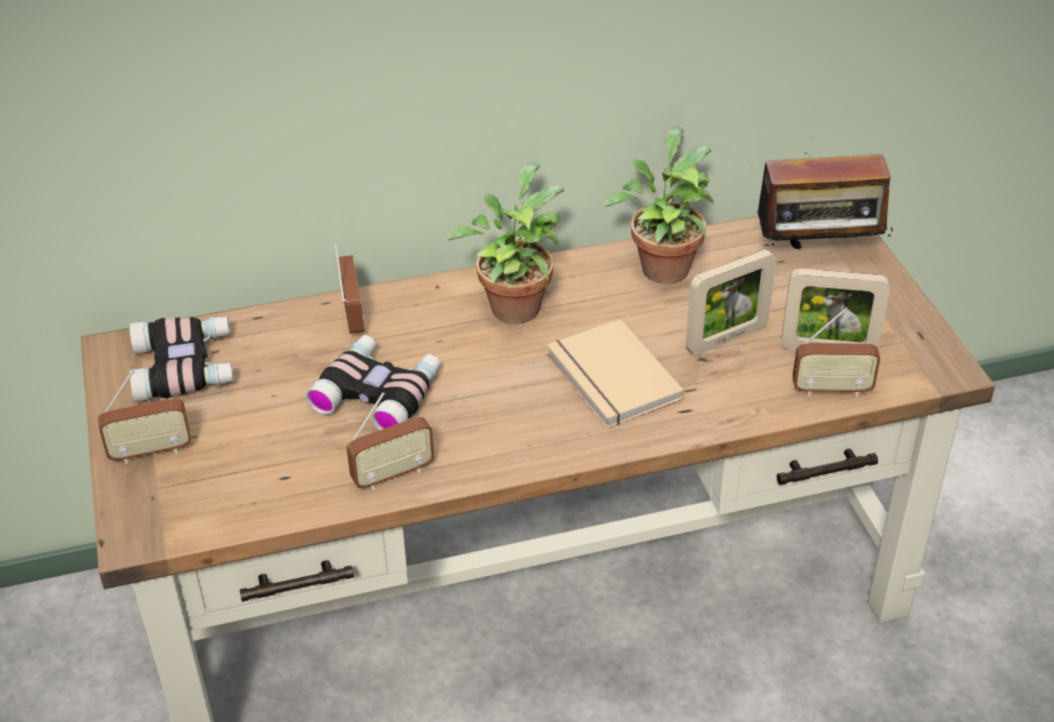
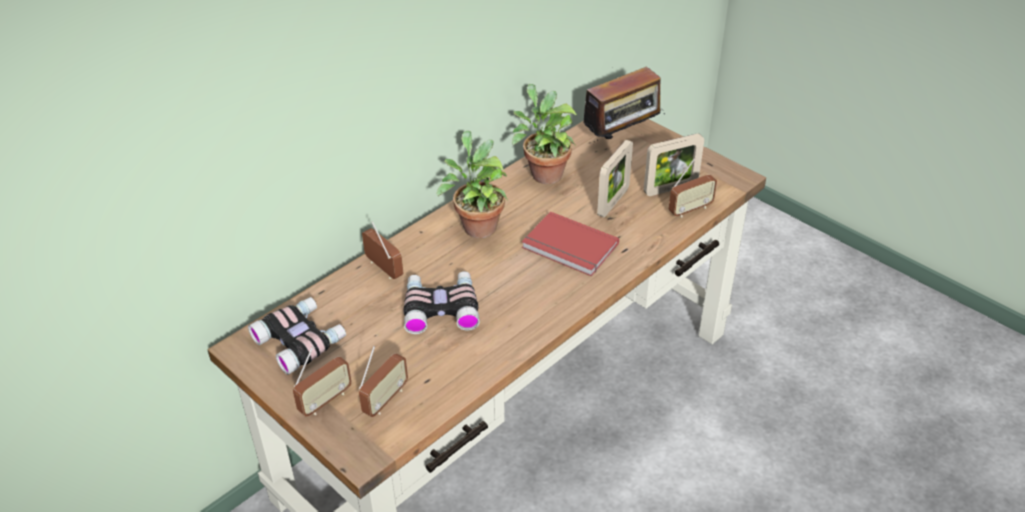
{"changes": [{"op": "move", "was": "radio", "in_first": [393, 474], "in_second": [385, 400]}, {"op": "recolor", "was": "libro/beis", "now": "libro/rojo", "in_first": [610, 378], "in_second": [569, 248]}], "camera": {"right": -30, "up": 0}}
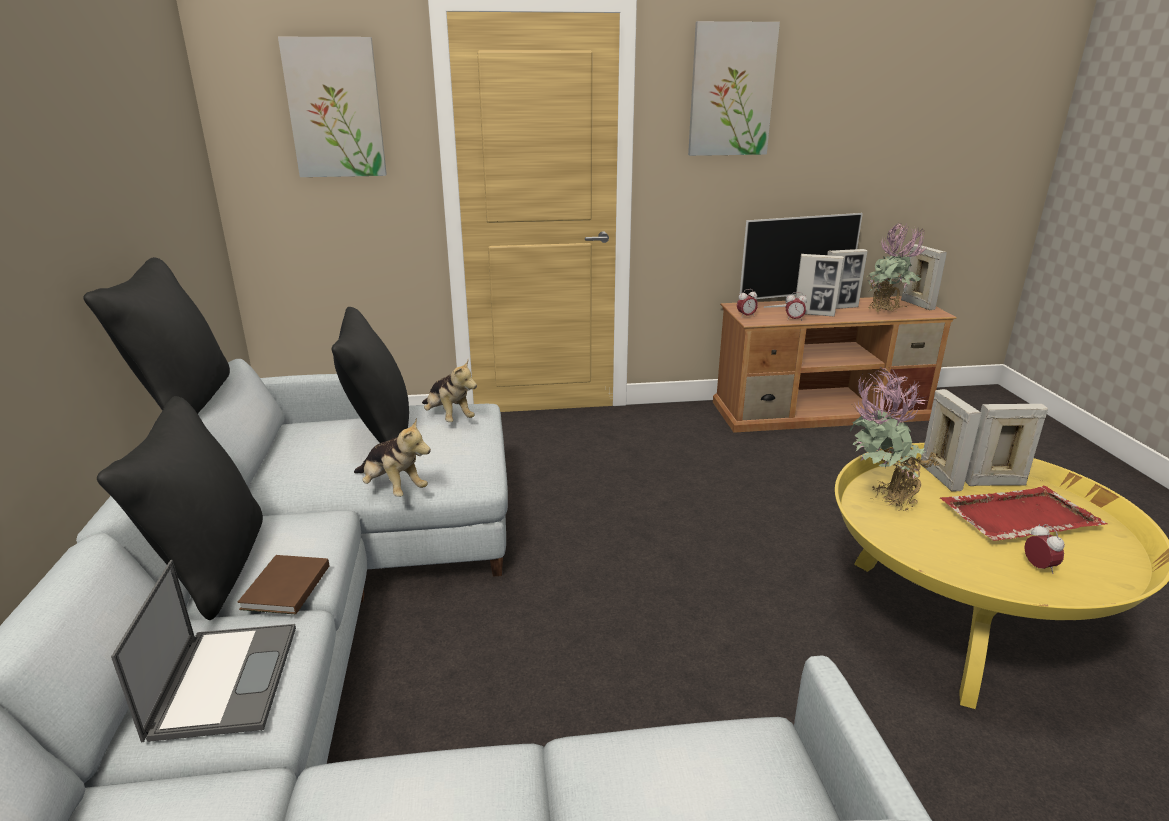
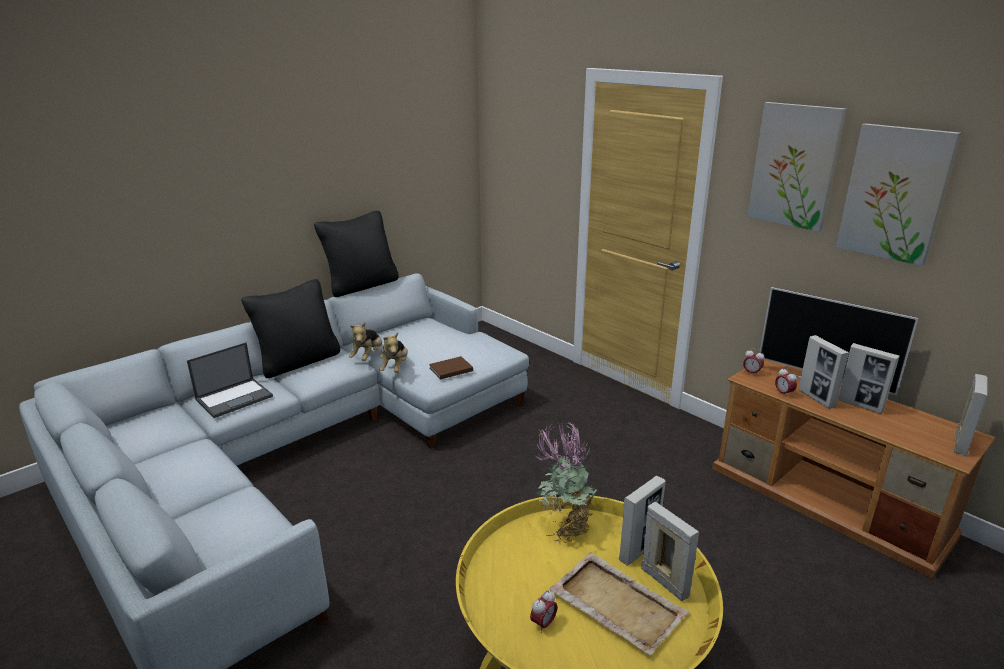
{"changes": [{"op": "move", "was": "peluche", "in_first": [448, 417], "in_second": [368, 356]}, {"op": "move", "was": "libro/marrón", "in_first": [284, 588], "in_second": [449, 369]}, {"op": "recolor", "was": "bandeja/rojo", "now": "bandeja/beis", "in_first": [1017, 517], "in_second": [616, 603]}, {"op": "move", "was": "cuadro", "in_first": [335, 108], "in_second": [894, 193]}, {"op": "delete", "was": "cojín/negro", "in_first": [380, 434]}, {"op": "delete", "was": "planta en maceta", "in_first": [887, 313]}], "camera": {"right": 55, "up": 0}}
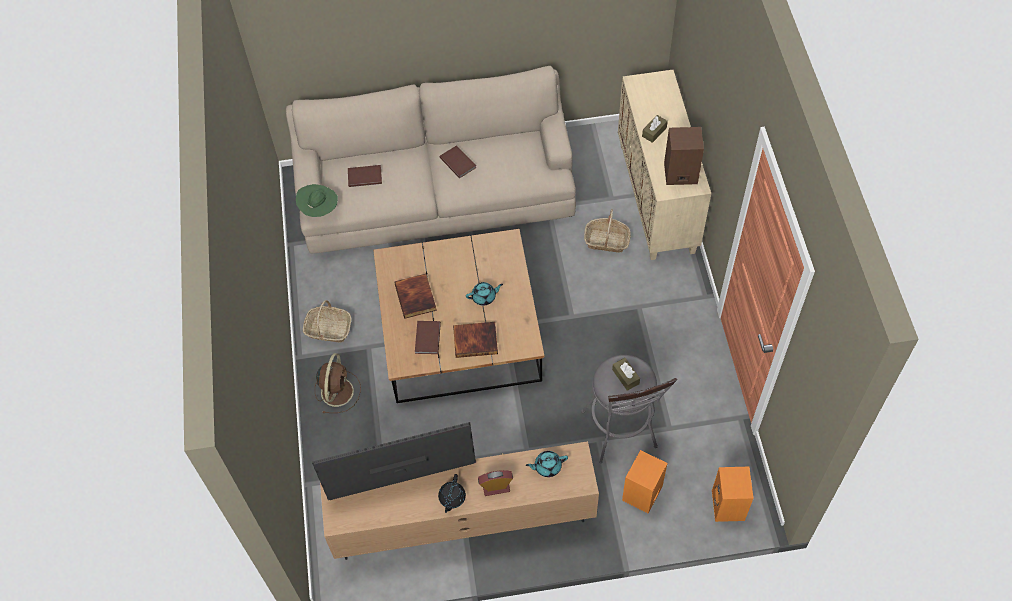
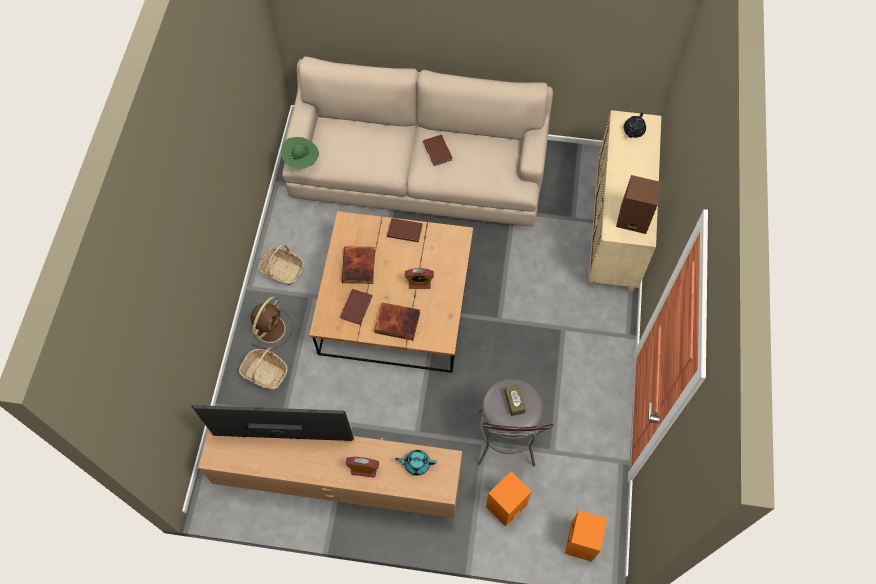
{"changes": [{"op": "move", "was": "cesta", "in_first": [606, 241], "in_second": [265, 373]}, {"op": "move", "was": "libro/marrón", "in_first": [364, 176], "in_second": [404, 230]}, {"op": "replace", "was": "tetera/turquesa", "now": "despertador", "in_first": [484, 297], "in_second": [419, 283]}, {"op": "move", "was": "tetera/negro", "in_first": [452, 498], "in_second": [633, 131]}, {"op": "delete", "was": "caja de pañuelos/marrón", "in_first": [654, 132]}], "camera": {"right": 15, "up": 5}}
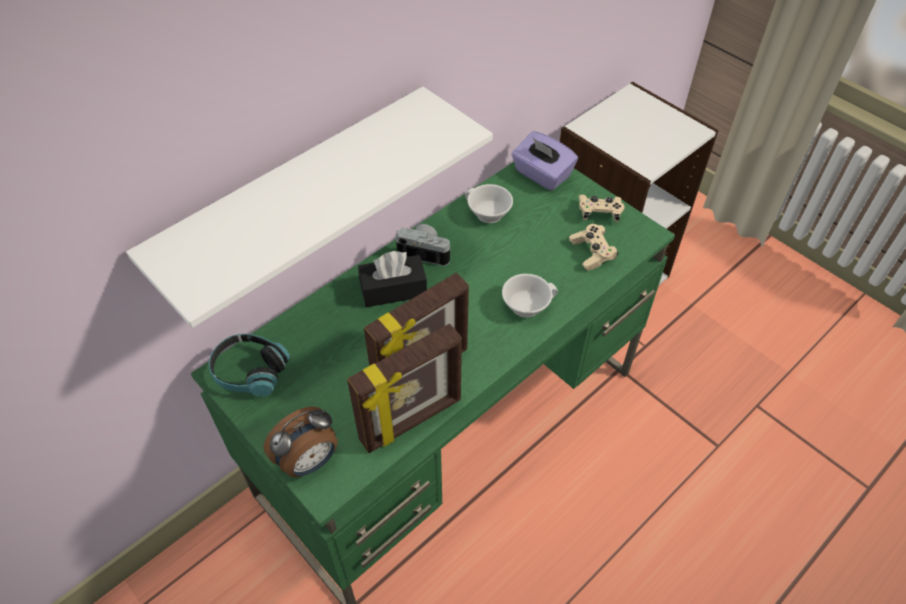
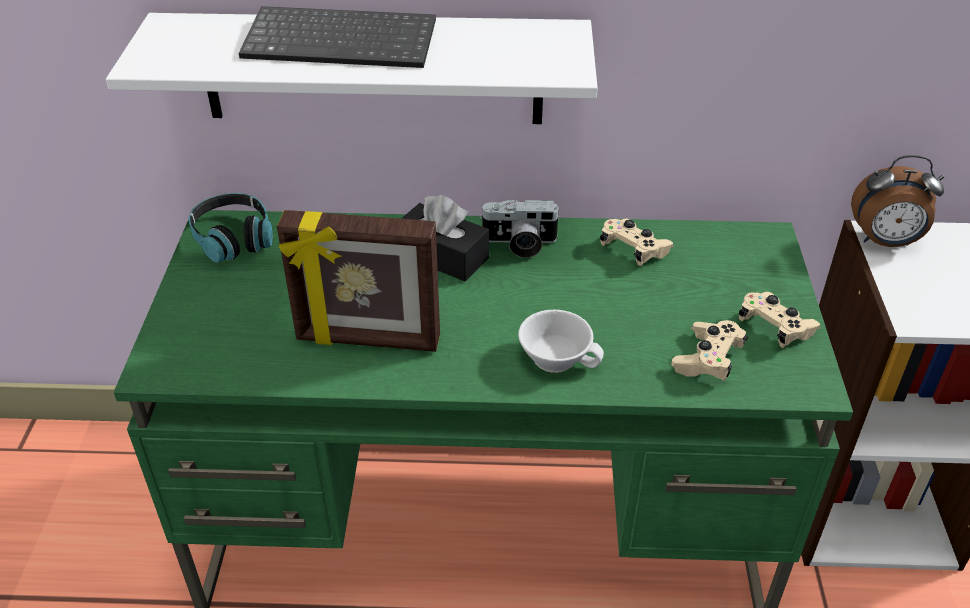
{"changes": [{"op": "insert", "now": "teclado", "in_second": [343, 41]}, {"op": "rotate", "was": "cámara", "in_first": [425, 252], "in_second": [519, 244], "clockwise": 120}, {"op": "replace", "was": "taza/blanco", "now": "mando de consola/beis", "in_first": [487, 214], "in_second": [633, 250]}, {"op": "move", "was": "despertador", "in_first": [309, 461], "in_second": [884, 242]}, {"op": "delete", "was": "portarretratos", "in_first": [411, 421]}, {"op": "delete", "was": "caja de pañuelos/morado", "in_first": [541, 175]}], "camera": {"right": 45, "up": -10}}
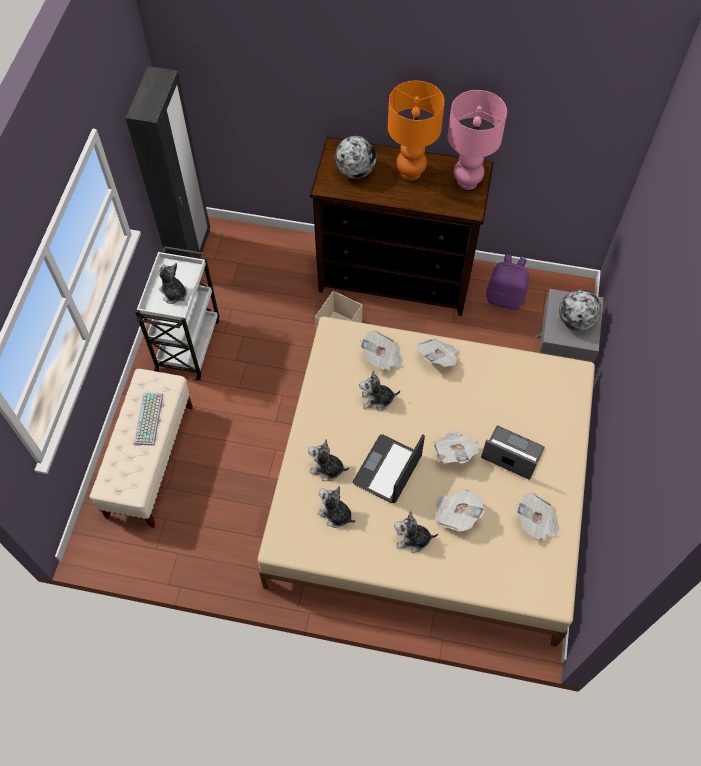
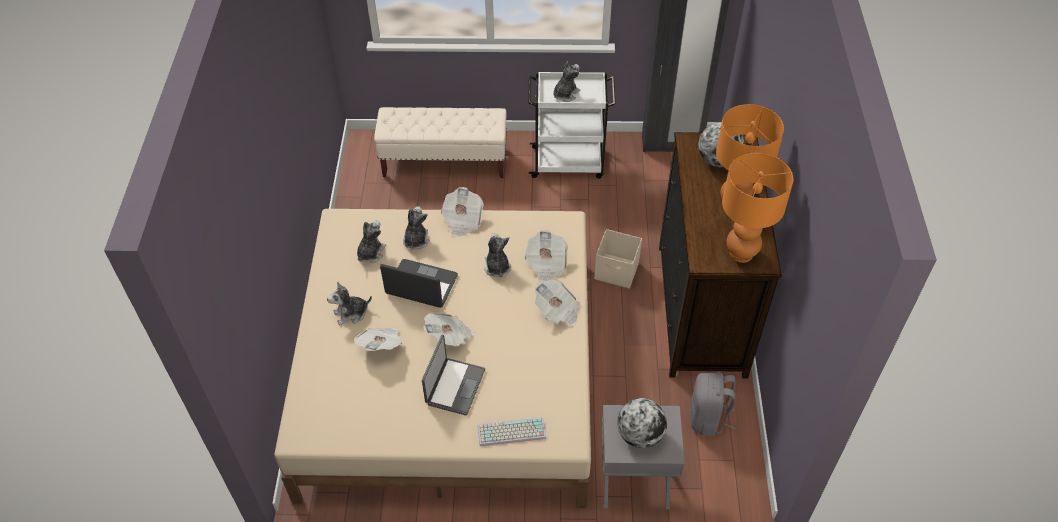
{"changes": [{"op": "rotate", "was": "peluche", "in_first": [412, 539], "in_second": [351, 313], "clockwise": -105}, {"op": "move", "was": "periódico", "in_first": [537, 522], "in_second": [462, 221]}, {"op": "move", "was": "teclado", "in_first": [149, 419], "in_second": [510, 433]}, {"op": "recolor", "was": "mochila/morado", "now": "mochila/gris", "in_first": [505, 298], "in_second": [708, 418]}, {"op": "recolor", "was": "lámpara de mesa/rosa", "now": "lámpara de mesa/naranja", "in_first": [467, 181], "in_second": [741, 253]}], "camera": {"right": 80, "up": -10}}
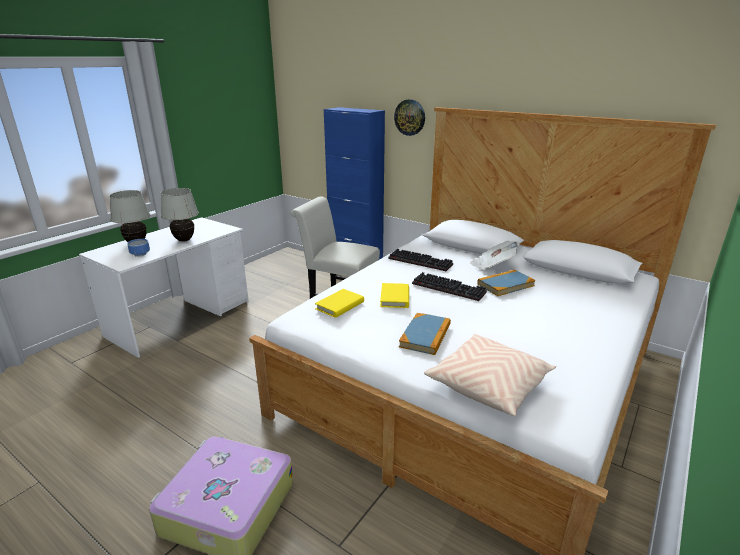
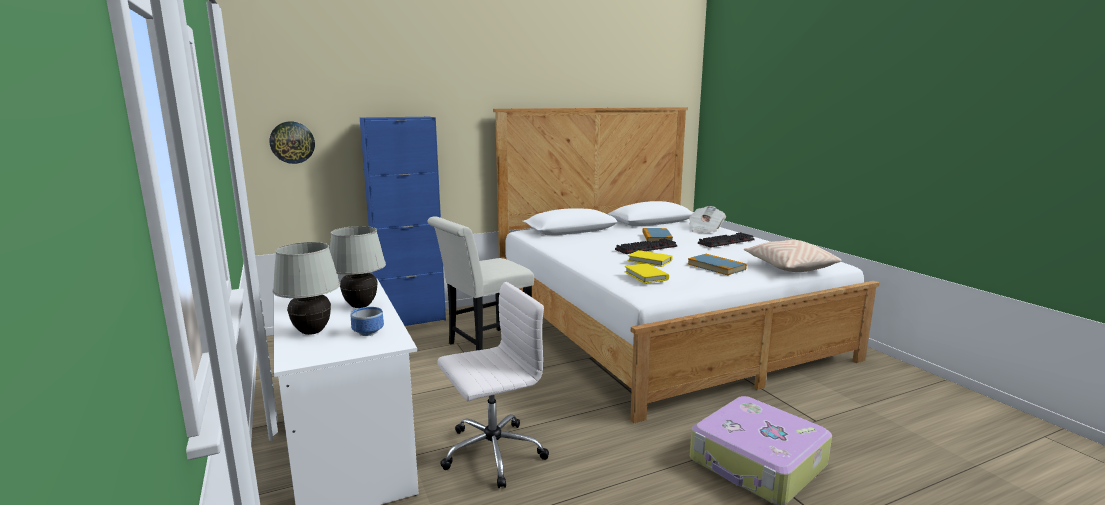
{"changes": [{"op": "move", "was": "reloj de pared", "in_first": [410, 117], "in_second": [292, 142]}, {"op": "insert", "now": "silla de oficina/blanco", "in_second": [491, 453]}, {"op": "move", "was": "periódico", "in_first": [492, 266], "in_second": [705, 230]}, {"op": "move", "was": "teclado", "in_first": [421, 261], "in_second": [726, 241]}], "camera": {"right": -60, "up": -10}}
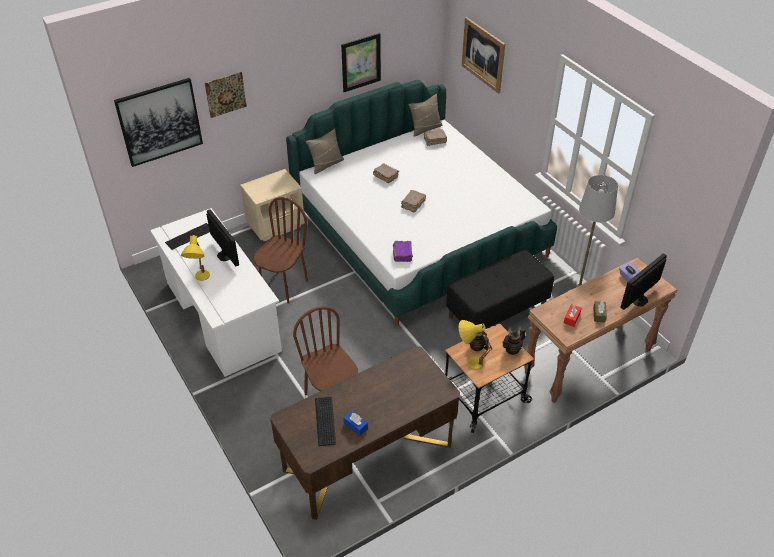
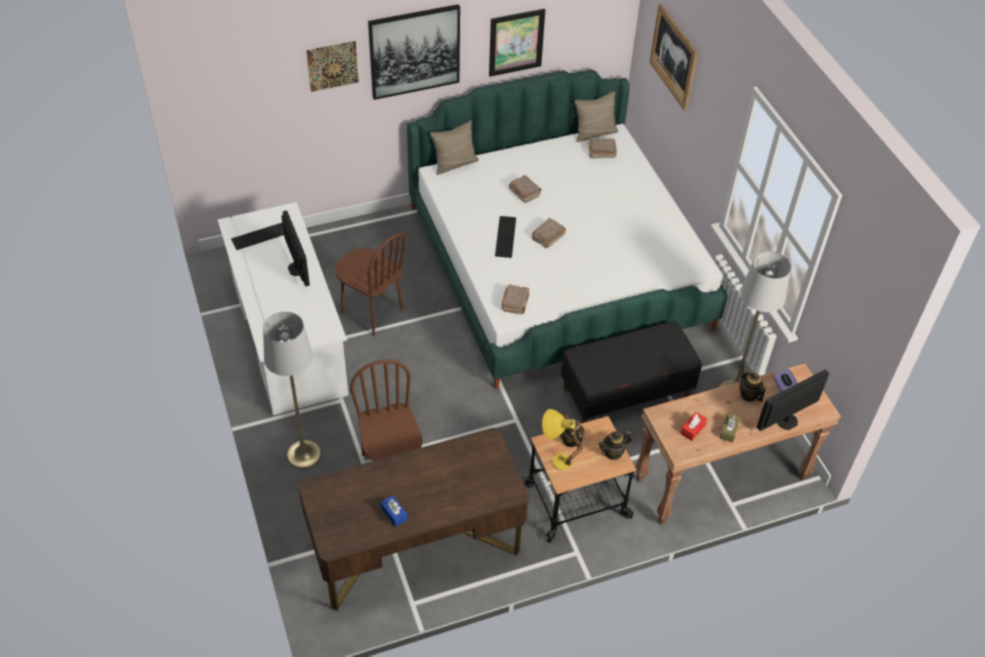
{"changes": [{"op": "insert", "now": "lámpara de pie/gris", "in_second": [304, 454]}, {"op": "rotate", "was": "silla/marrón", "in_first": [283, 286], "in_second": [371, 311], "clockwise": 90}, {"op": "move", "was": "cuadro", "in_first": [159, 122], "in_second": [414, 51]}, {"op": "move", "was": "teclado", "in_first": [324, 421], "in_second": [504, 237]}, {"op": "recolor", "was": "libro/morado", "now": "libro/marrón", "in_first": [403, 254], "in_second": [515, 303]}, {"op": "insert", "now": "tetera", "in_second": [748, 395]}, {"op": "delete", "was": "lámpara de mesa/amarillo", "in_first": [200, 279]}, {"op": "delete", "was": "mesita de noche/beis", "in_first": [276, 226]}], "camera": {"right": 10, "up": 5}}
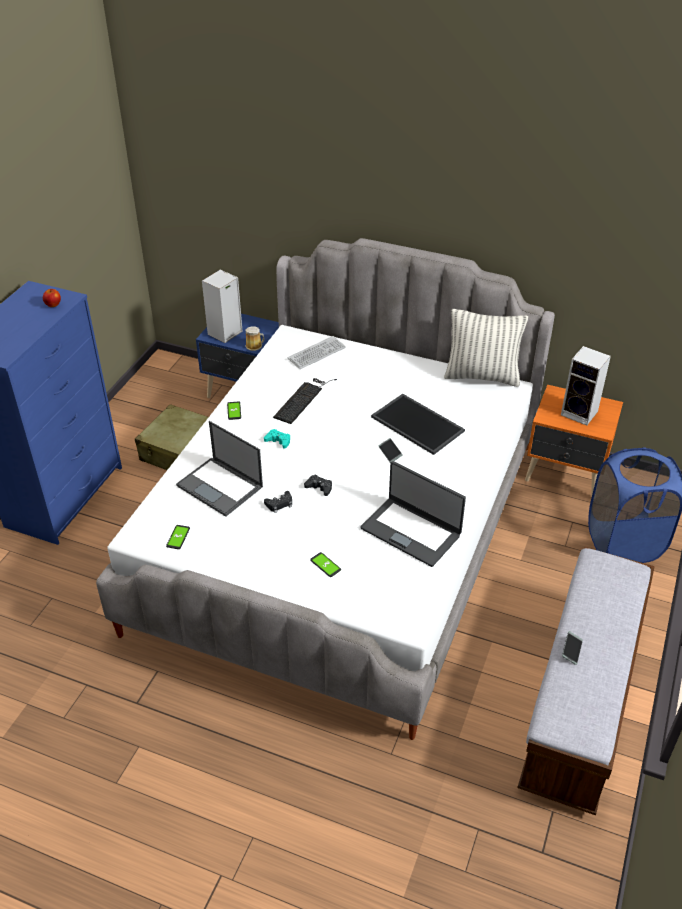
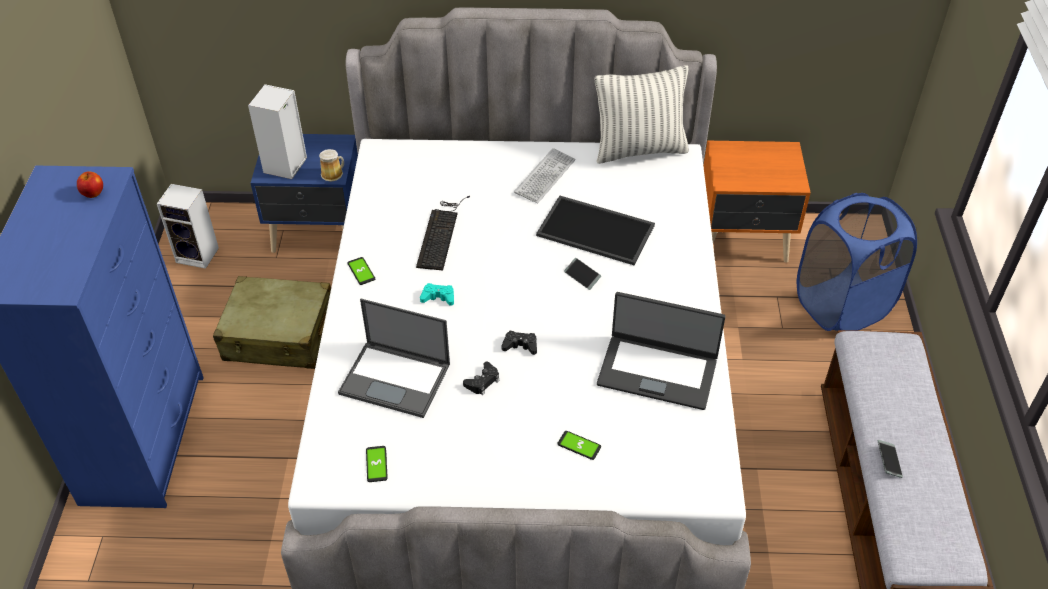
{"changes": [{"op": "move", "was": "altavoz", "in_first": [580, 413], "in_second": [199, 255]}, {"op": "move", "was": "teclado", "in_first": [316, 353], "in_second": [545, 177]}], "camera": {"right": -20, "up": 5}}
